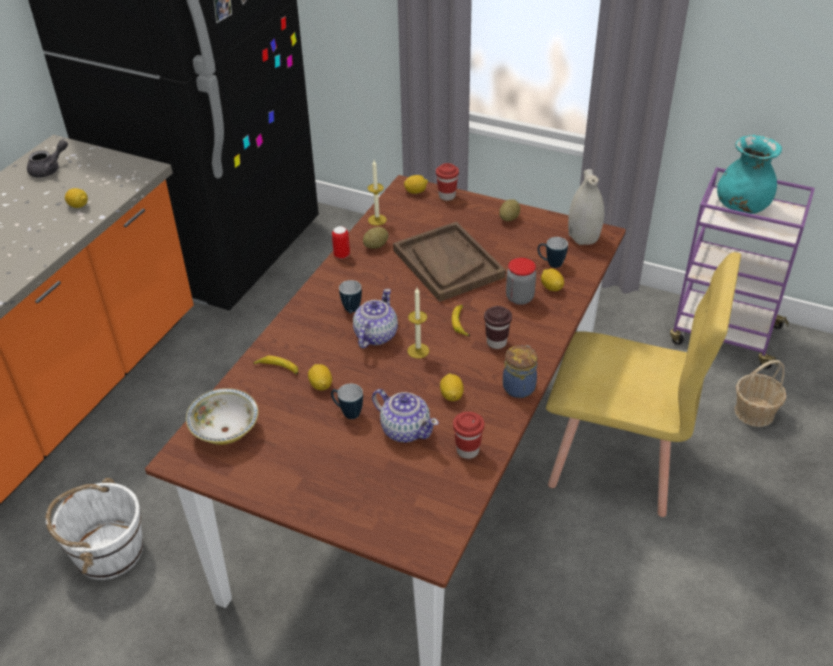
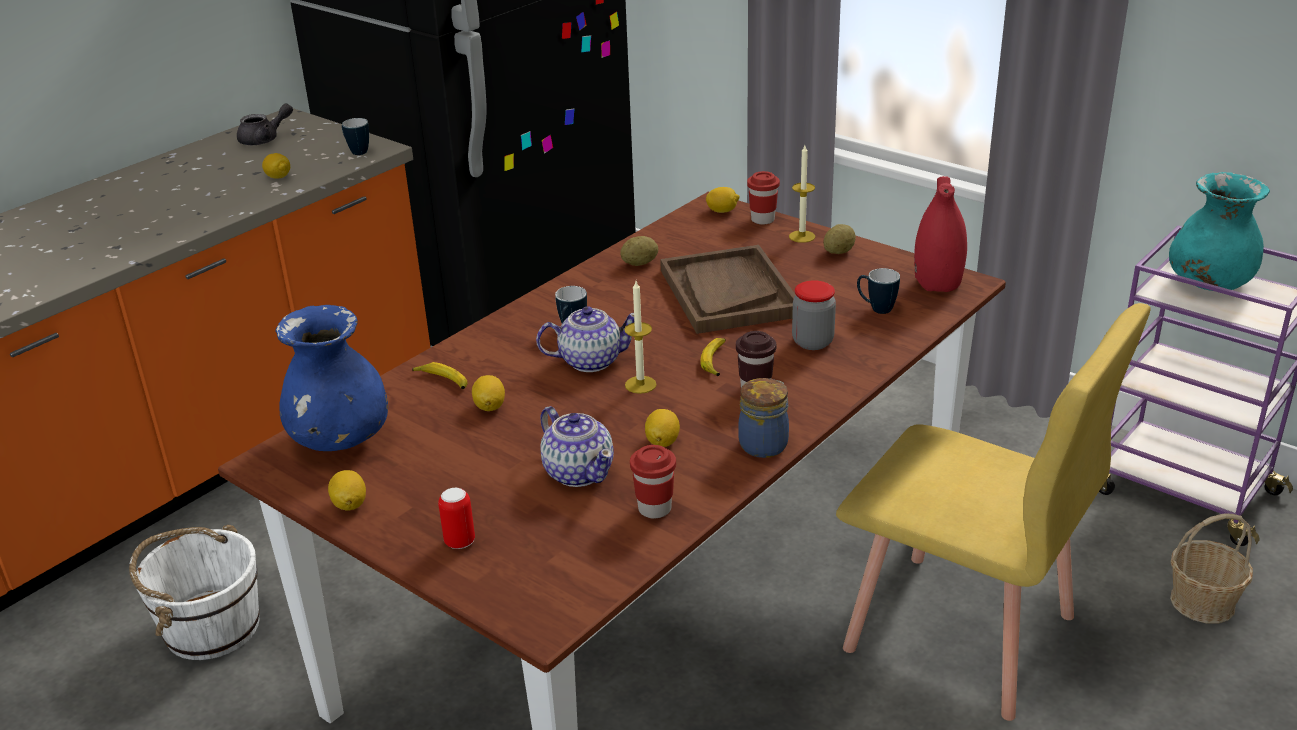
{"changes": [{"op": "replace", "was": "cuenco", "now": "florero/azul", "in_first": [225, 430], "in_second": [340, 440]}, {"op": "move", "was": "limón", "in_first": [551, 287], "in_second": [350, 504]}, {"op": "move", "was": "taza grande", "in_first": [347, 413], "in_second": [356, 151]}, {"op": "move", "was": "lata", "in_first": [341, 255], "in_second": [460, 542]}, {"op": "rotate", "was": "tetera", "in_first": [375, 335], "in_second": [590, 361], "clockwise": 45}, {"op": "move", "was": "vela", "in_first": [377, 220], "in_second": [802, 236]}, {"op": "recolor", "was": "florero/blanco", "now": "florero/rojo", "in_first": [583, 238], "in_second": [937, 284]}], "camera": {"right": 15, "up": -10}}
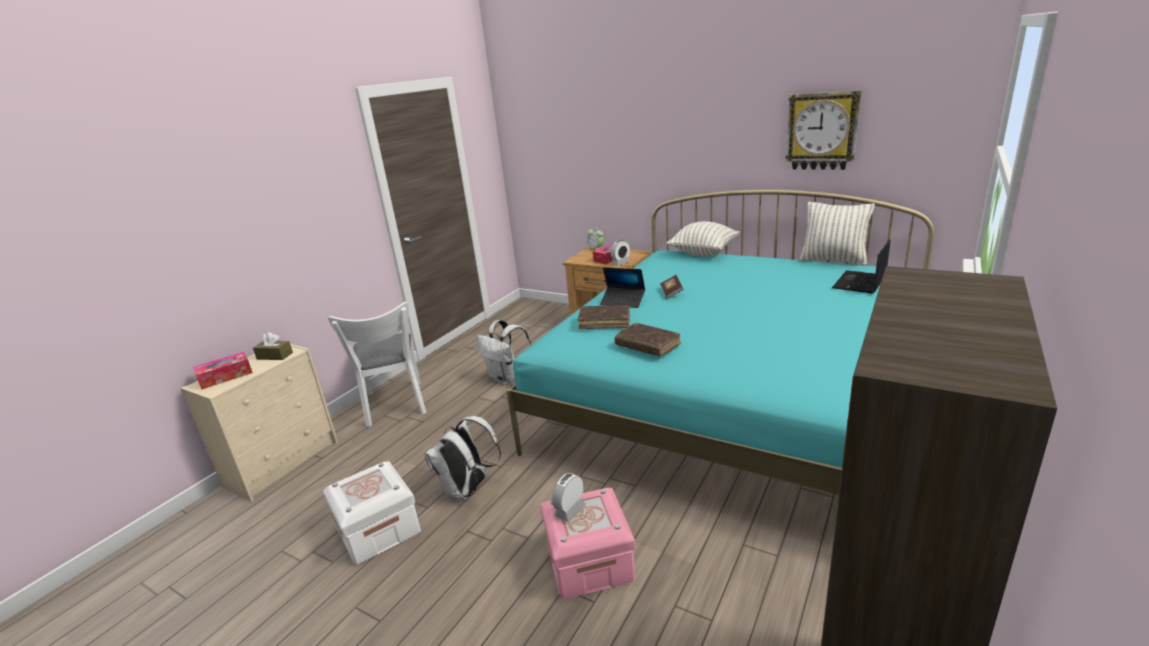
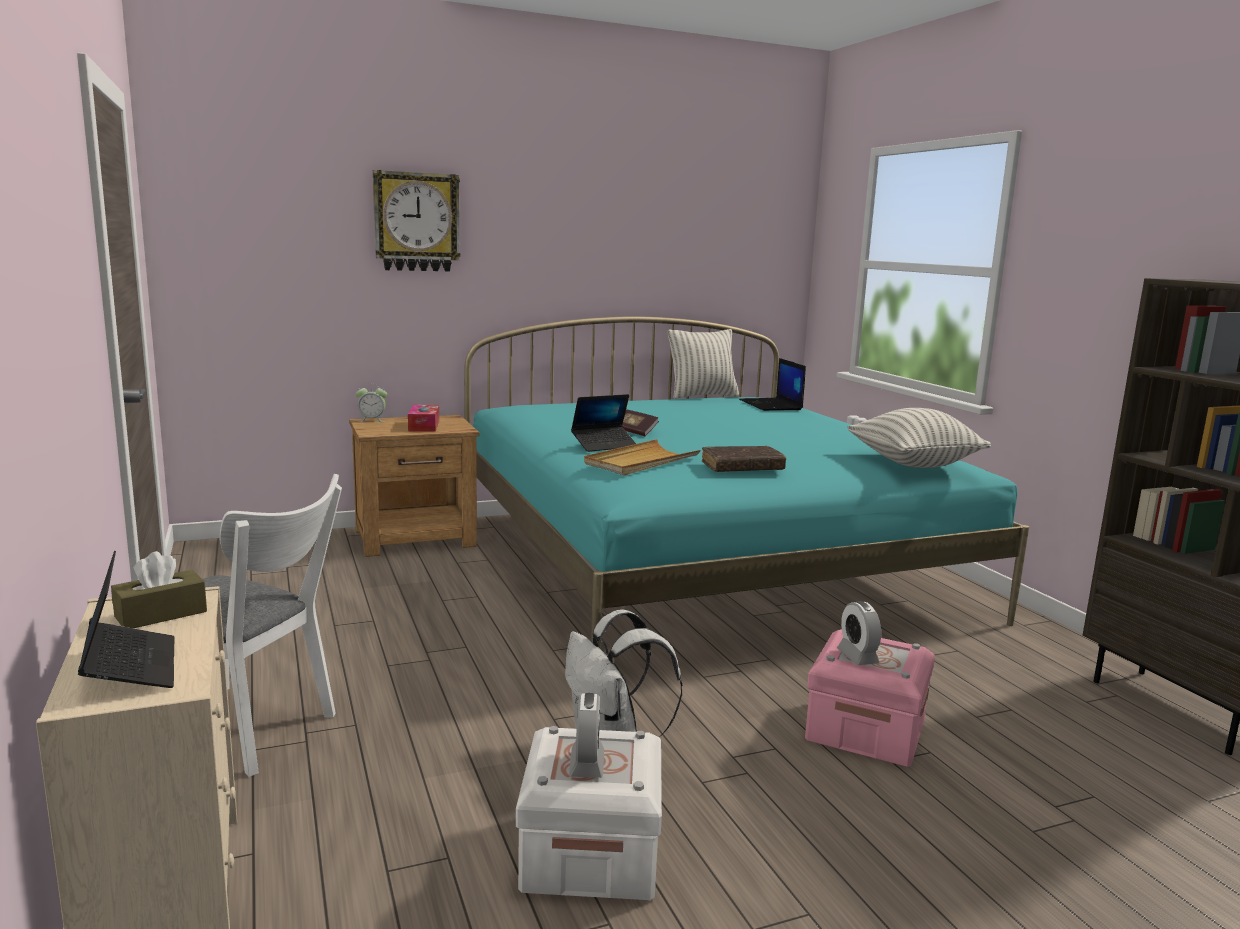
{"changes": [{"op": "replace", "was": "caja de pañuelos", "now": "portátil", "in_first": [225, 376], "in_second": [130, 667]}, {"op": "move", "was": "reloj de pared", "in_first": [822, 131], "in_second": [416, 222]}, {"op": "move", "was": "despertador", "in_first": [621, 263], "in_second": [586, 764]}, {"op": "replace", "was": "libro/marrón", "now": "bandeja/beis", "in_first": [604, 322], "in_second": [641, 462]}, {"op": "move", "was": "cojín", "in_first": [703, 253], "in_second": [913, 463]}, {"op": "delete", "was": "mochila/blanco", "in_first": [507, 378]}], "camera": {"right": -55, "up": -10}}
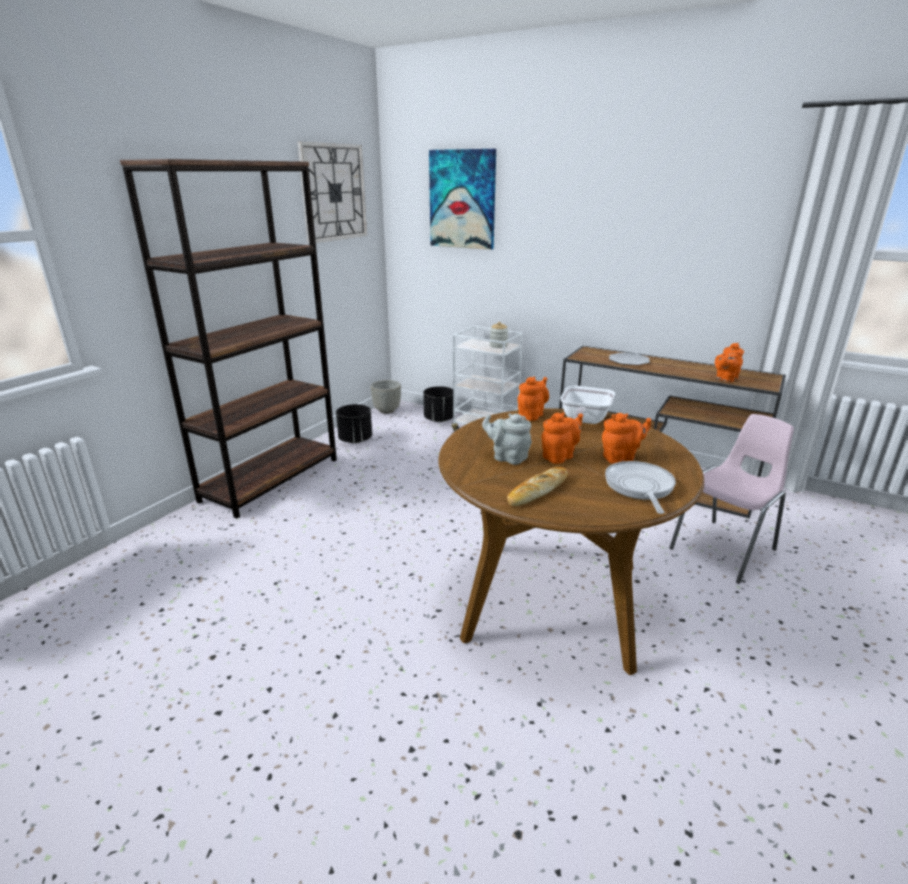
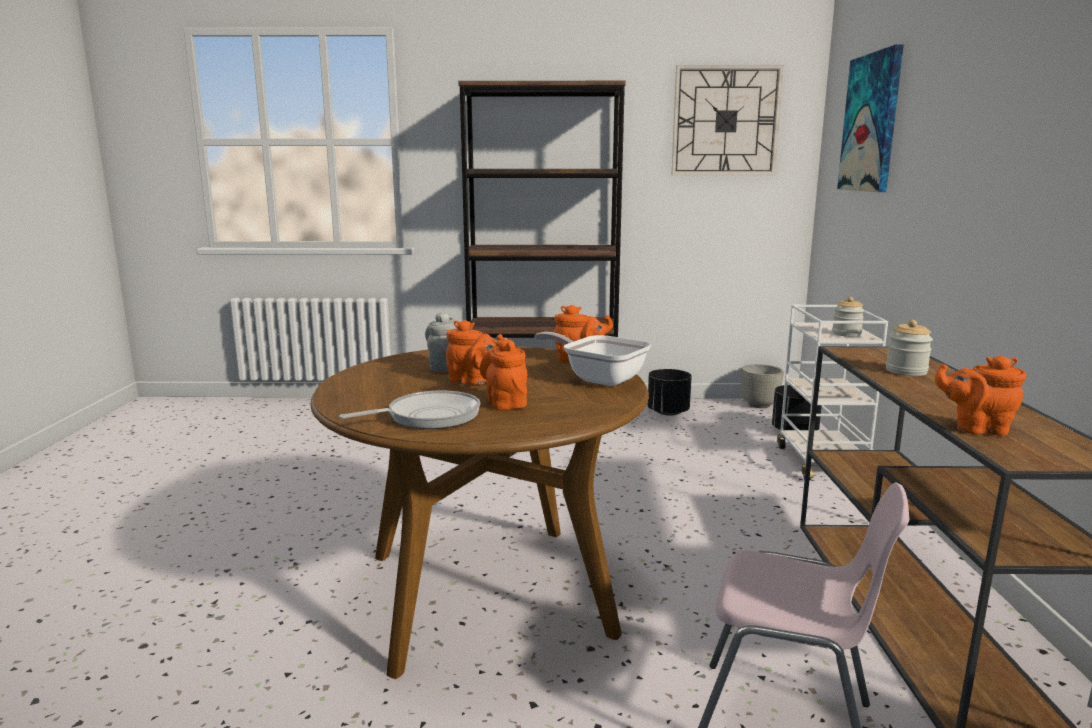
{"changes": [{"op": "rotate", "was": "tetera/naranja", "in_first": [621, 457], "in_second": [505, 402], "clockwise": -150}, {"op": "rotate", "was": "sartén", "in_first": [583, 421], "in_second": [598, 378], "clockwise": 45}, {"op": "replace", "was": "plato", "now": "tarro", "in_first": [628, 360], "in_second": [906, 371]}, {"op": "delete", "was": "pan", "in_first": [538, 490]}], "camera": {"right": 60, "up": -10}}
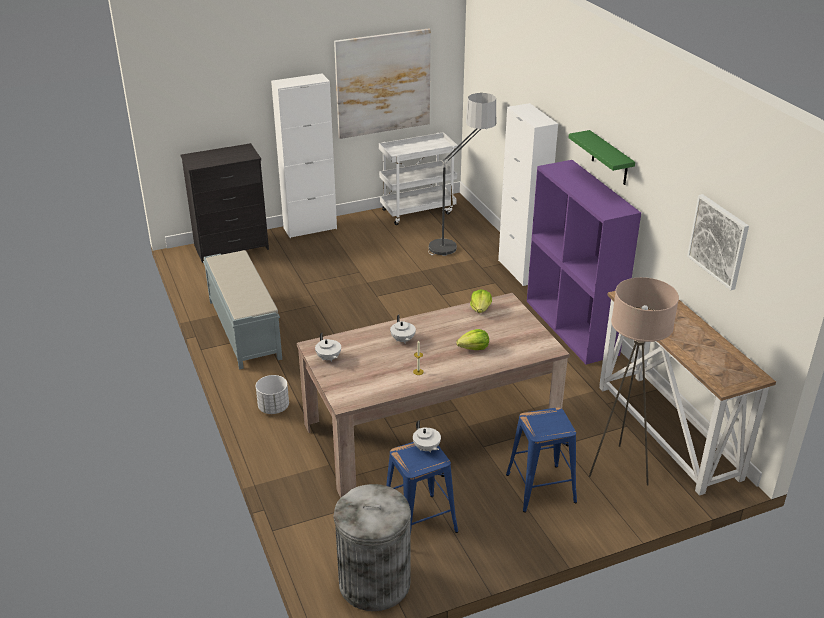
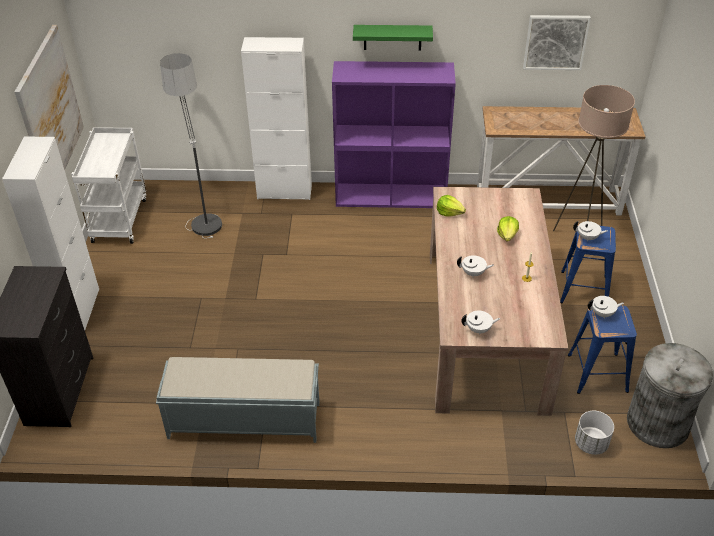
{"changes": [{"op": "insert", "now": "tetera/blanco", "in_second": [588, 238]}, {"op": "move", "was": "maceta/blanco", "in_first": [273, 408], "in_second": [591, 443]}], "camera": {"right": -65, "up": 10}}
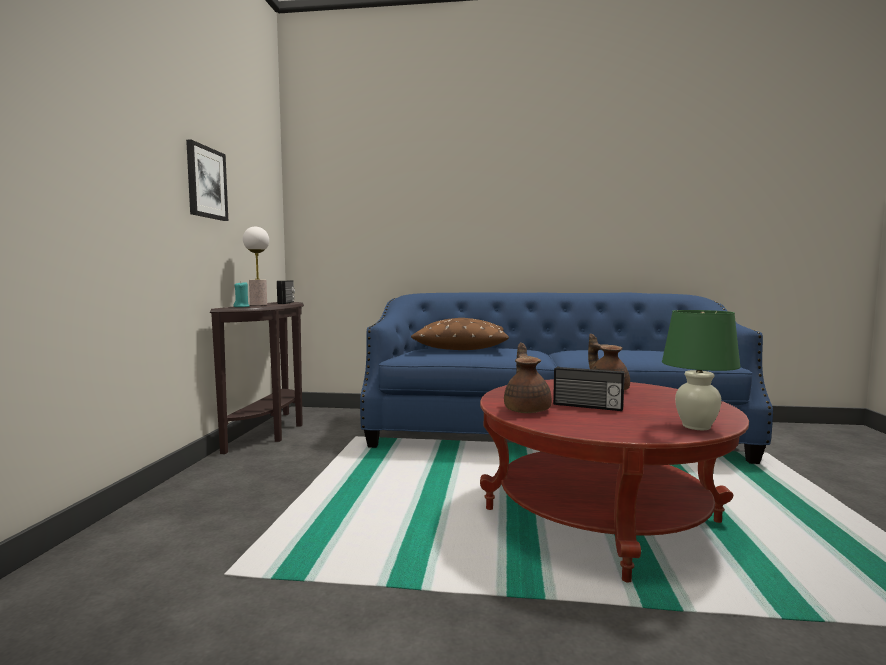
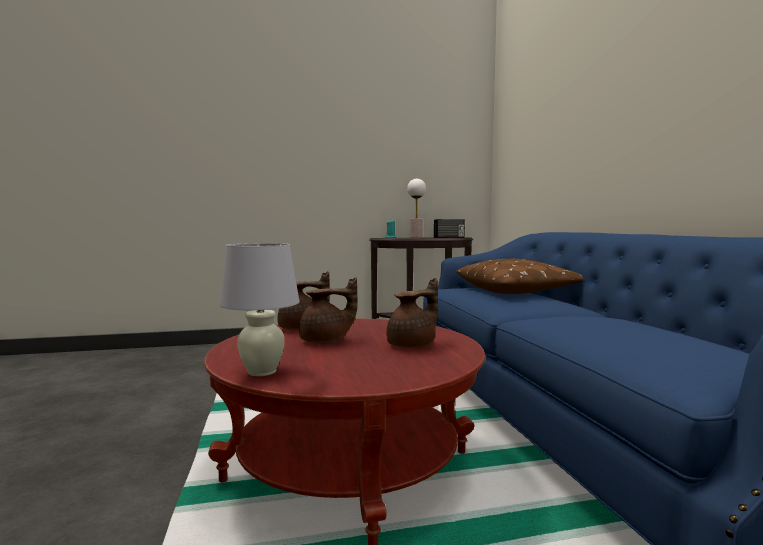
{"changes": [{"op": "recolor", "was": "lámpara de mesa/verde", "now": "lámpara de mesa/blanco", "in_first": [696, 426], "in_second": [262, 371]}, {"op": "replace", "was": "radio", "now": "tetera/marrón", "in_first": [587, 406], "in_second": [326, 341]}, {"op": "delete", "was": "cuadro", "in_first": [206, 182]}], "camera": {"right": 70, "up": 0}}
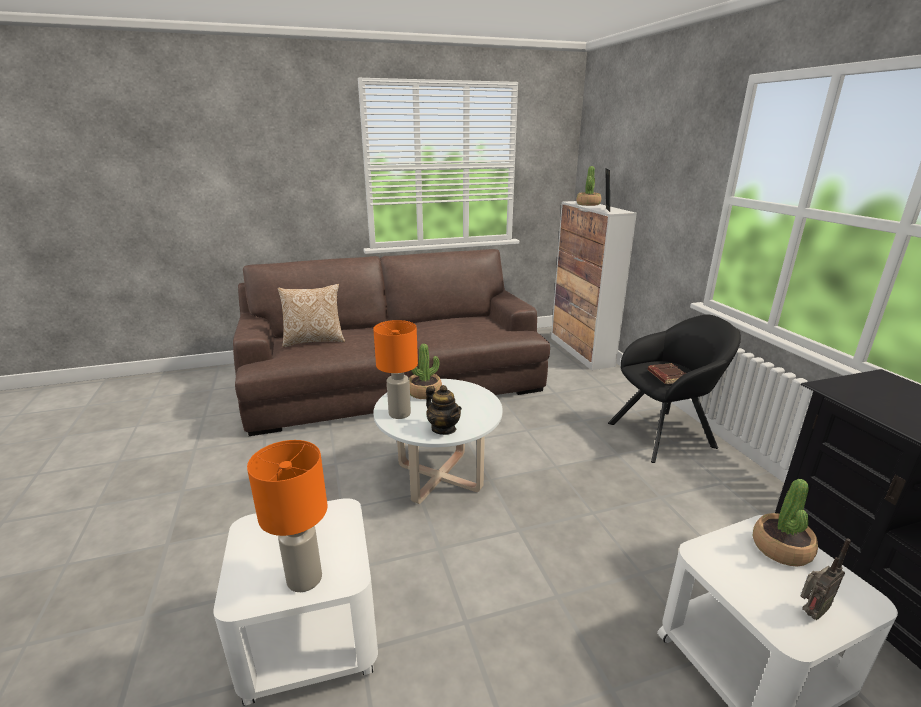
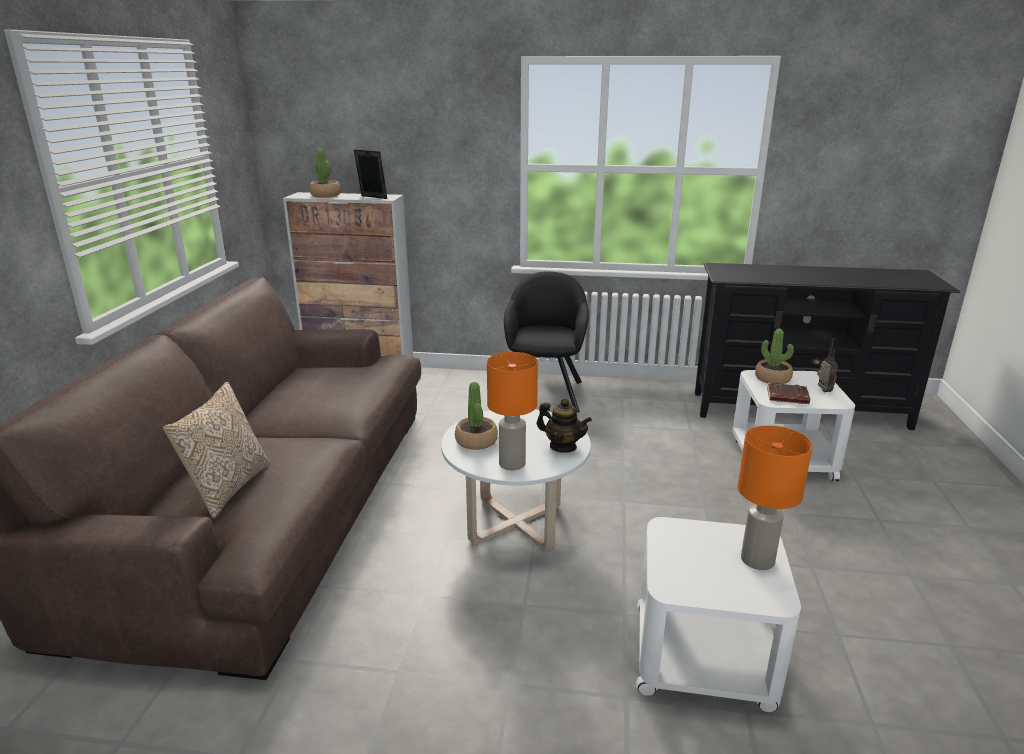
{"changes": [{"op": "rotate", "was": "tetera", "in_first": [443, 429], "in_second": [563, 447], "clockwise": 45}, {"op": "move", "was": "libro/marrón", "in_first": [667, 376], "in_second": [787, 397]}], "camera": {"right": -65, "up": 0}}
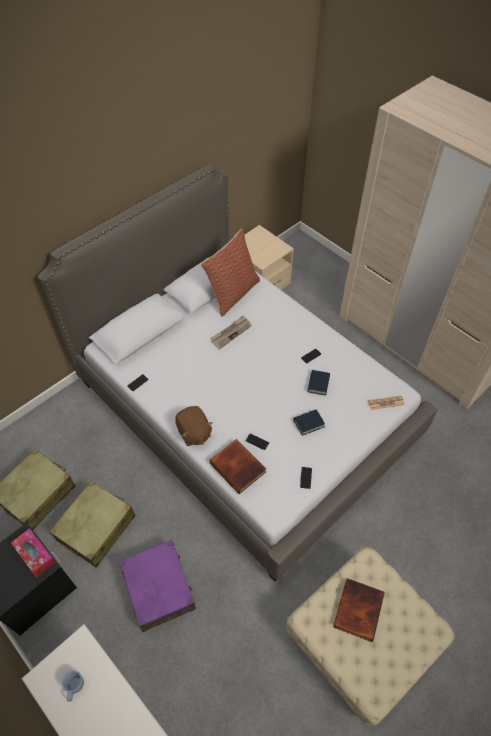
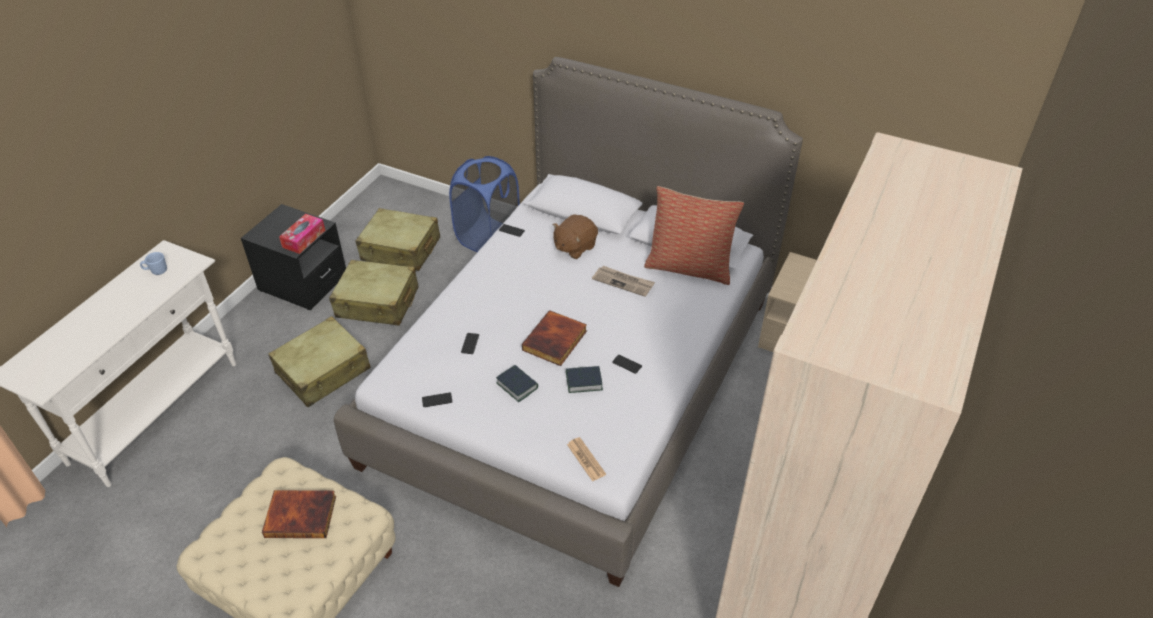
{"changes": [{"op": "recolor", "was": "maleta/morado", "now": "maleta/beis", "in_first": [159, 588], "in_second": [323, 371]}, {"op": "insert", "now": "cesto de la ropa/azul", "in_second": [488, 237]}, {"op": "move", "was": "libro", "in_first": [239, 467], "in_second": [555, 341]}, {"op": "move", "was": "peluche/marrón", "in_first": [194, 433], "in_second": [574, 247]}], "camera": {"right": 70, "up": -10}}
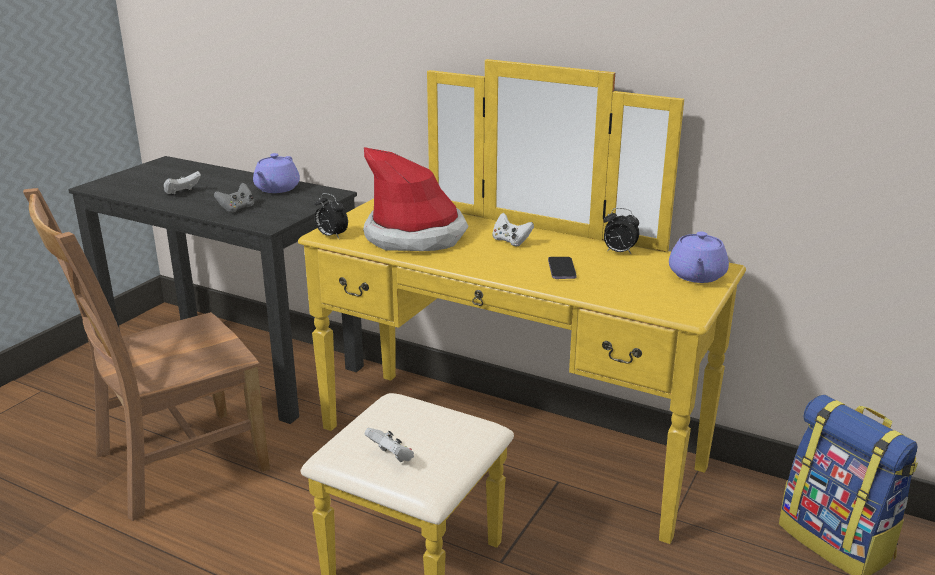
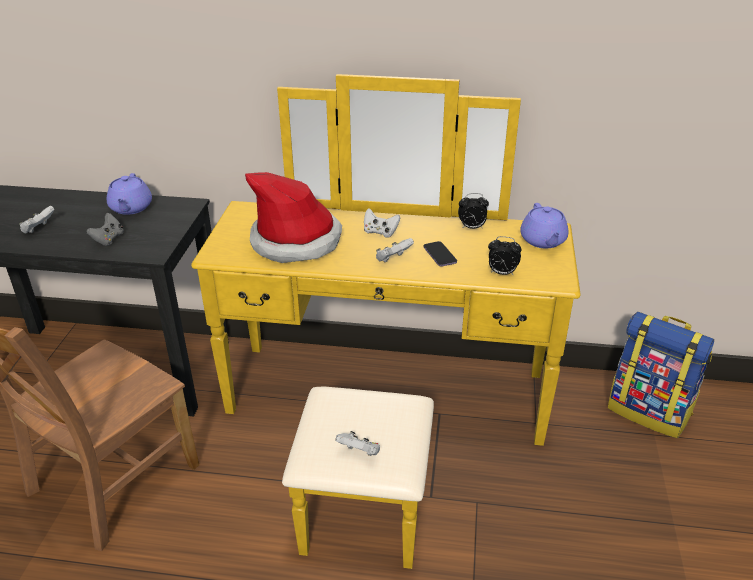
{"changes": [{"op": "insert", "now": "mando de consola/blanco", "in_second": [393, 259]}, {"op": "move", "was": "despertador", "in_first": [331, 236], "in_second": [501, 273]}], "camera": {"right": -20, "up": 10}}
